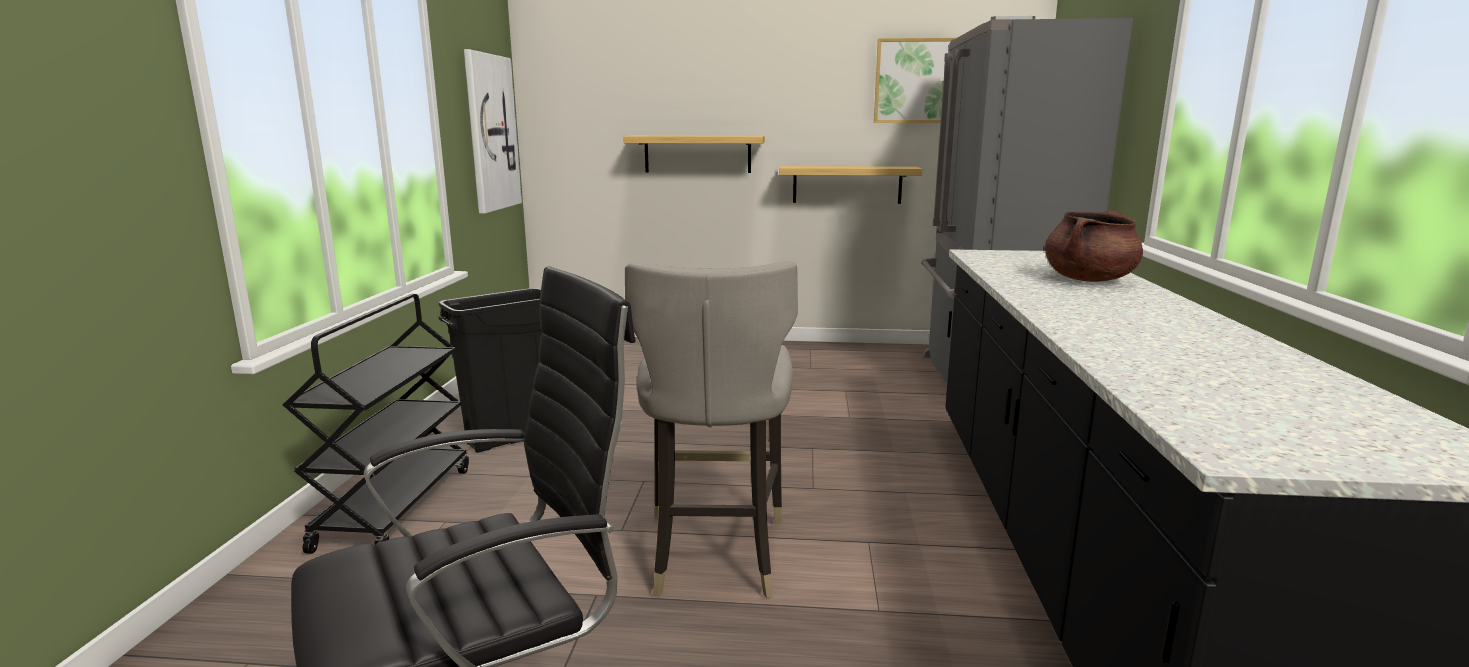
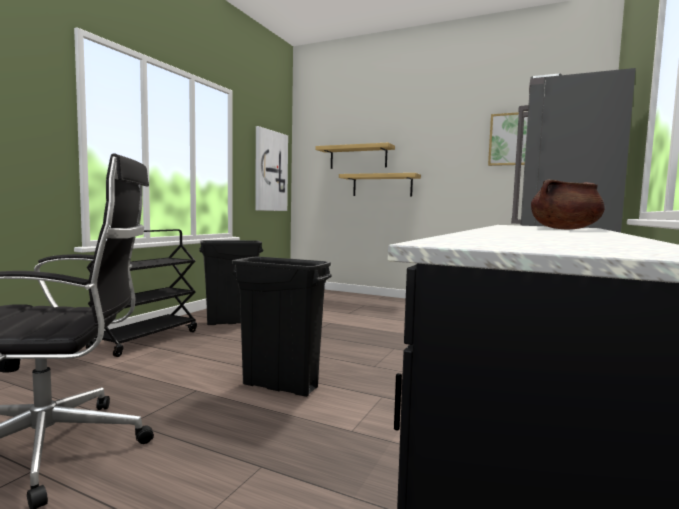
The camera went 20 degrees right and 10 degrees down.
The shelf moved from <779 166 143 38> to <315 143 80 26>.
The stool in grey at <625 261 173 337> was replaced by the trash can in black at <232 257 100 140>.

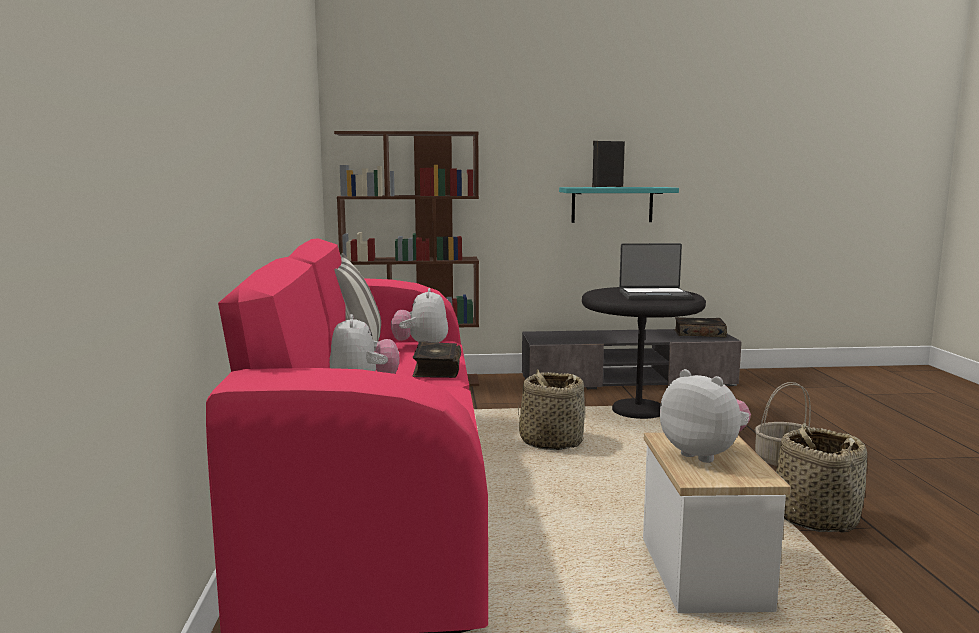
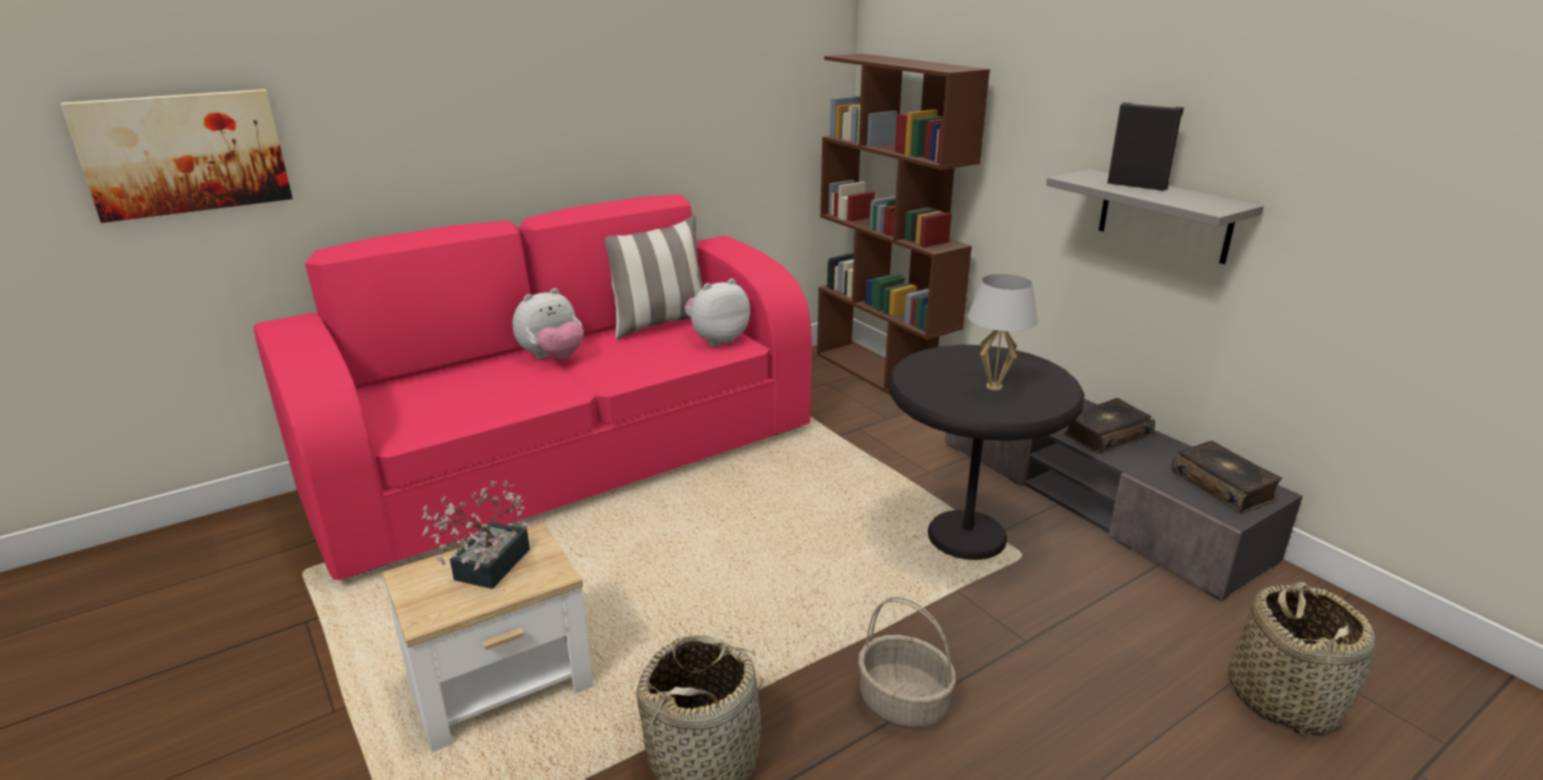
The camera went 60 degrees right and 15 degrees up.
The shelf in turquoise at <559 187 120 36> became the shelf in grey at <1046 169 218 95>.
The laptop at <619 243 73 57> was replaced by the table lamp in white at <968 274 70 117>.
The book moved from <413 341 48 37> to <1063 398 92 56>.
The basket moved from <518 369 67 81> to <1228 582 147 154>.
The plush toy at <660 369 91 94> was replaced by the potted plant at <421 481 109 108>.
The picture at <61 89 232 134> appeared.

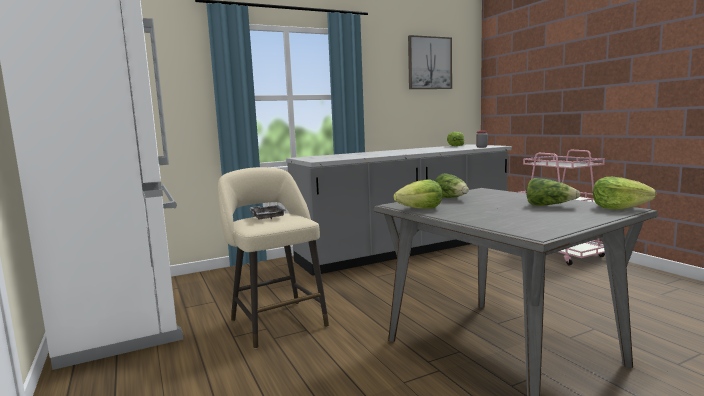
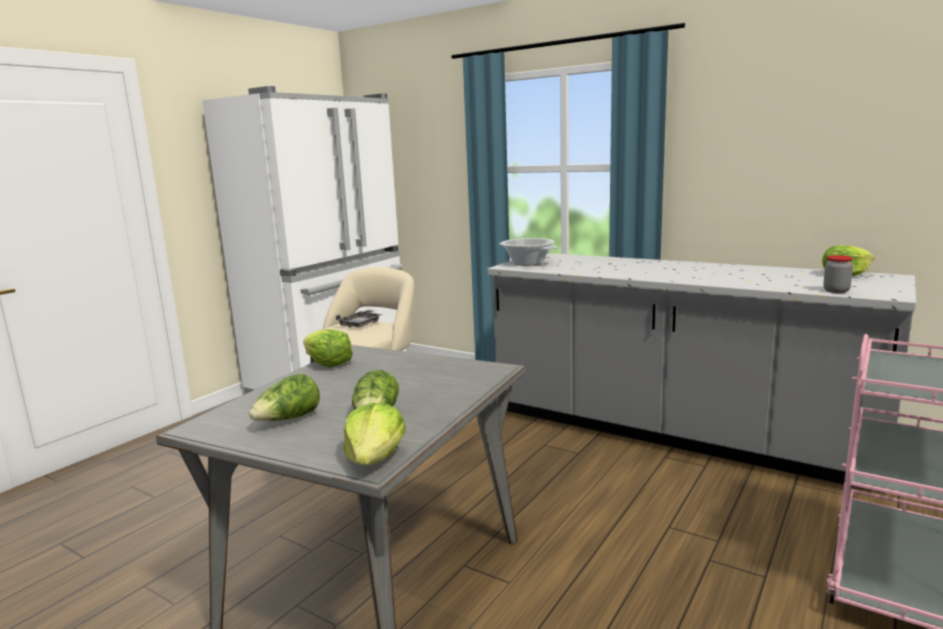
The camera went 60 degrees right and 5 degrees up.
The picture at <408 35 44 54> disappeared.
The lettuce moved from <435 174 34 24> to <249 373 71 48>.
The cooking pot at <499 238 59 28> appeared.

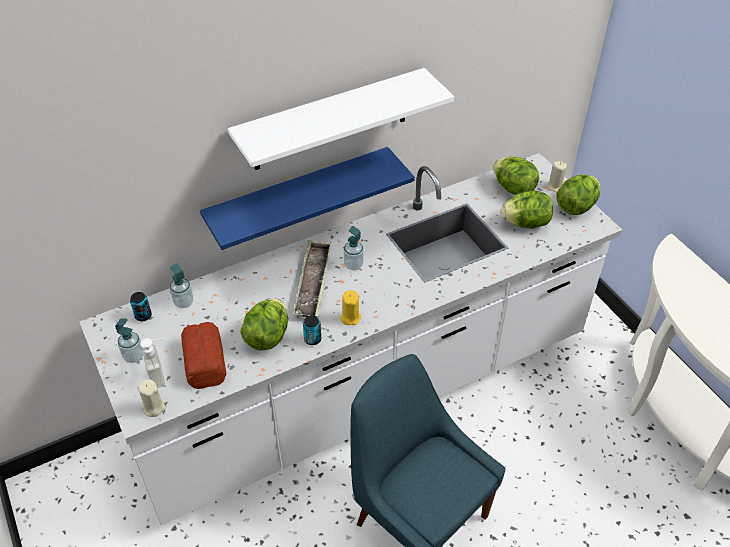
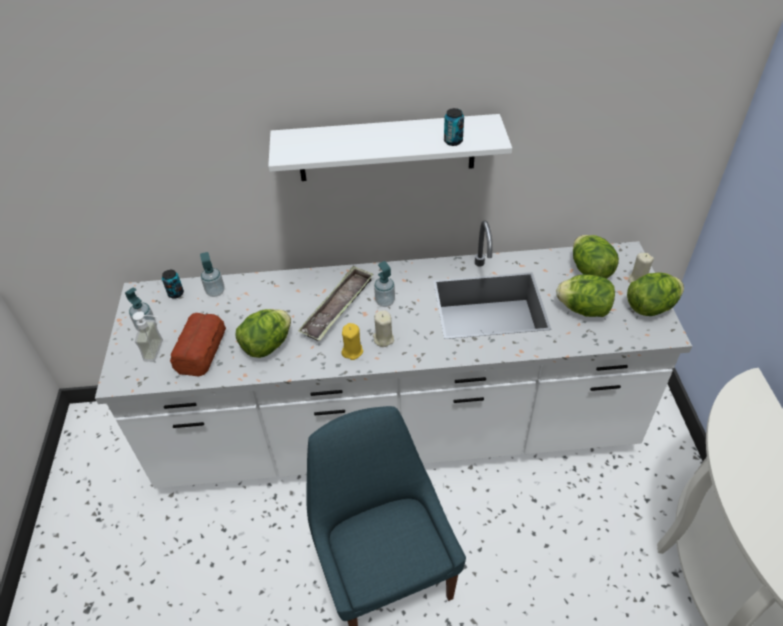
The camera went 25 degrees right and 0 degrees up.
The shelf in blue at <200 147 215 103> disappeared.
The can moved from <303 315 18 30> to <444 108 20 38>.
The candle in beige moved from <138 379 28 38> to <373 310 21 37>.

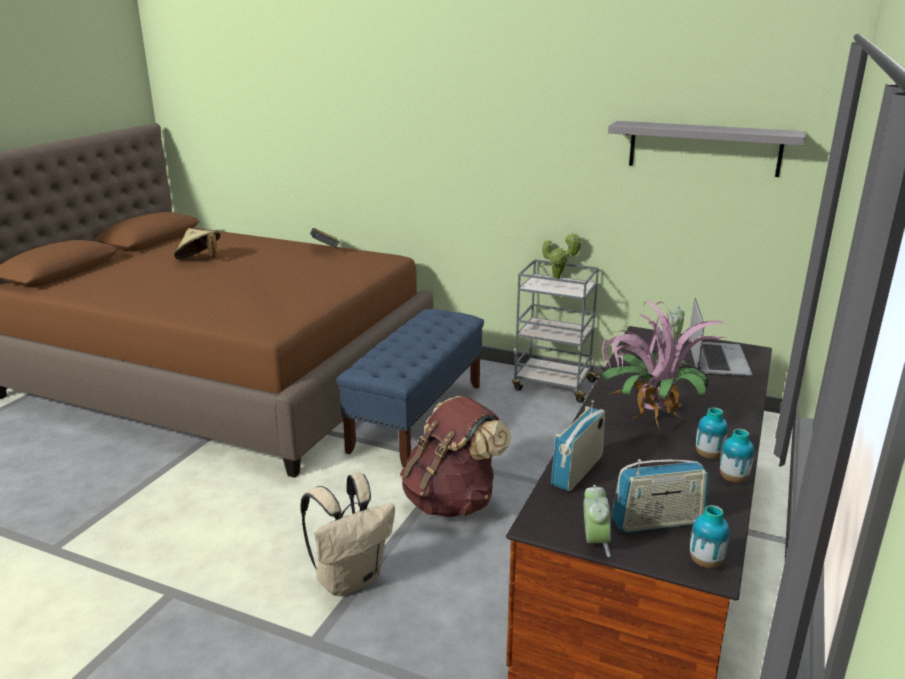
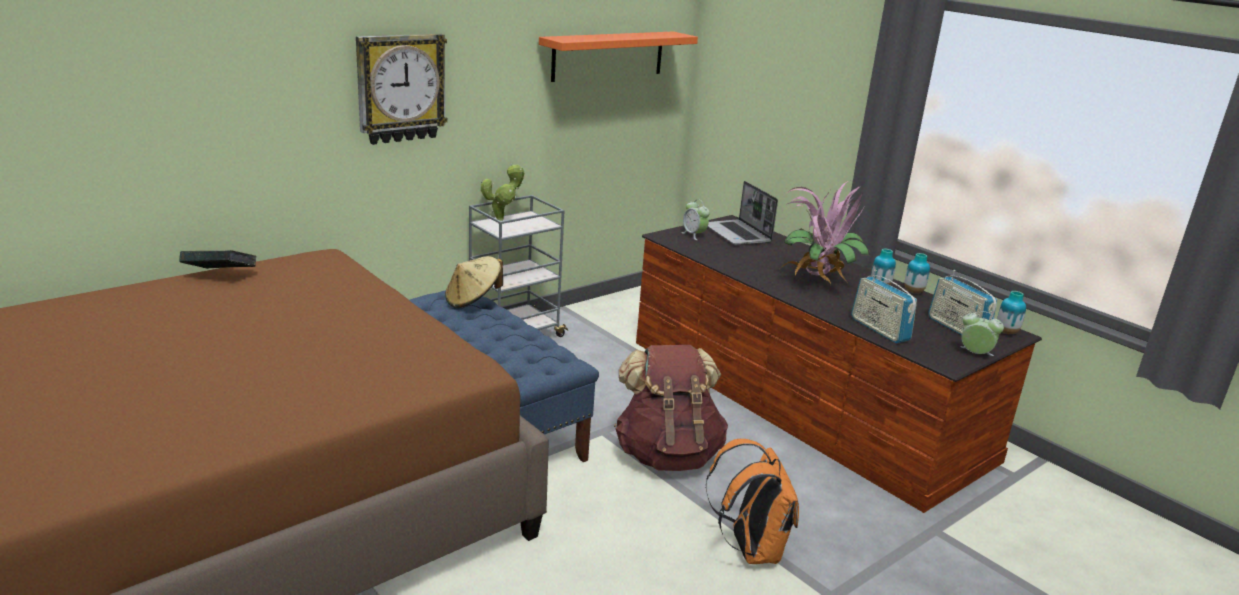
The camera went 65 degrees left and 0 degrees up.
The shelf in grey at <608 121 198 56> became the shelf in orange at <539 31 159 51>.
The hat in beige moved from <174 228 47 31> to <445 256 58 52>.
The laptop at <689 298 63 79> turned 150 degrees counterclockwise.
The radio at <611 459 98 74> turned 135 degrees clockwise.
The backpack in beige at <300 473 95 123> became the backpack in orange at <705 439 94 125>.
The wall clock at <356 34 92 111> appeared.

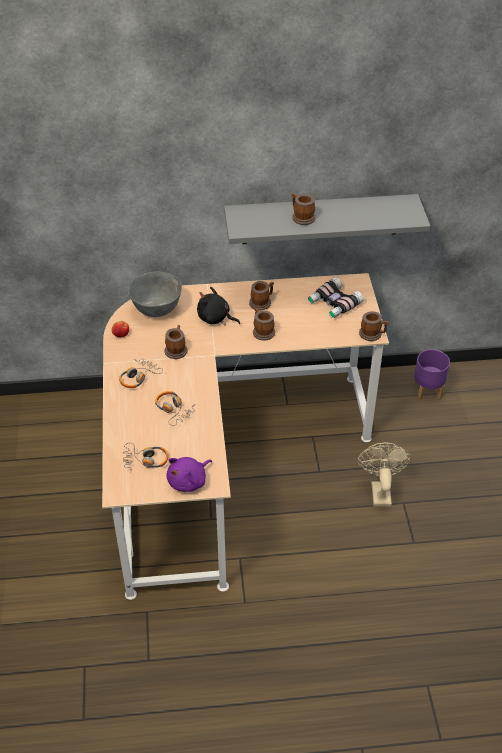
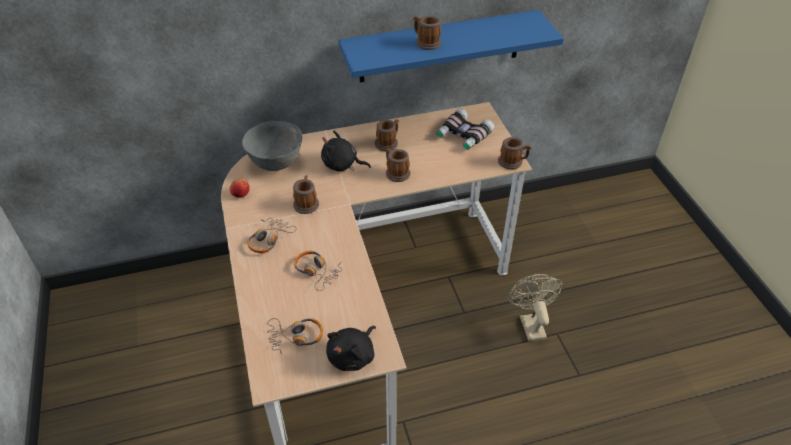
The camera went 10 degrees left and 0 degrees up.
The shelf in grey at <224 194 206 50> became the shelf in blue at <338 10 226 72>.
The planter in purple at <414 349 36 51> disappeared.
The plush toy in purple at <167 457 45 35> became the plush toy in black at <326 326 50 45>.

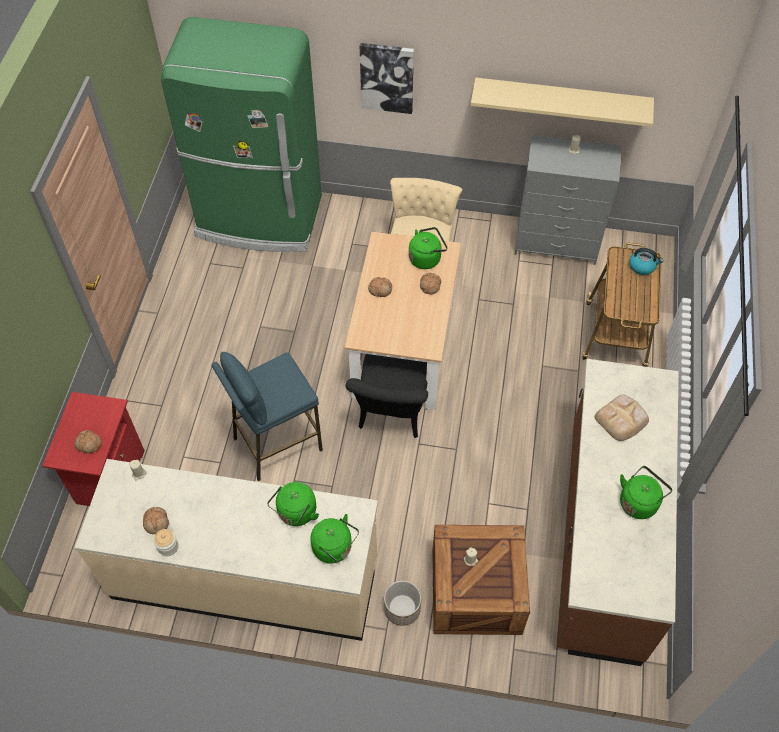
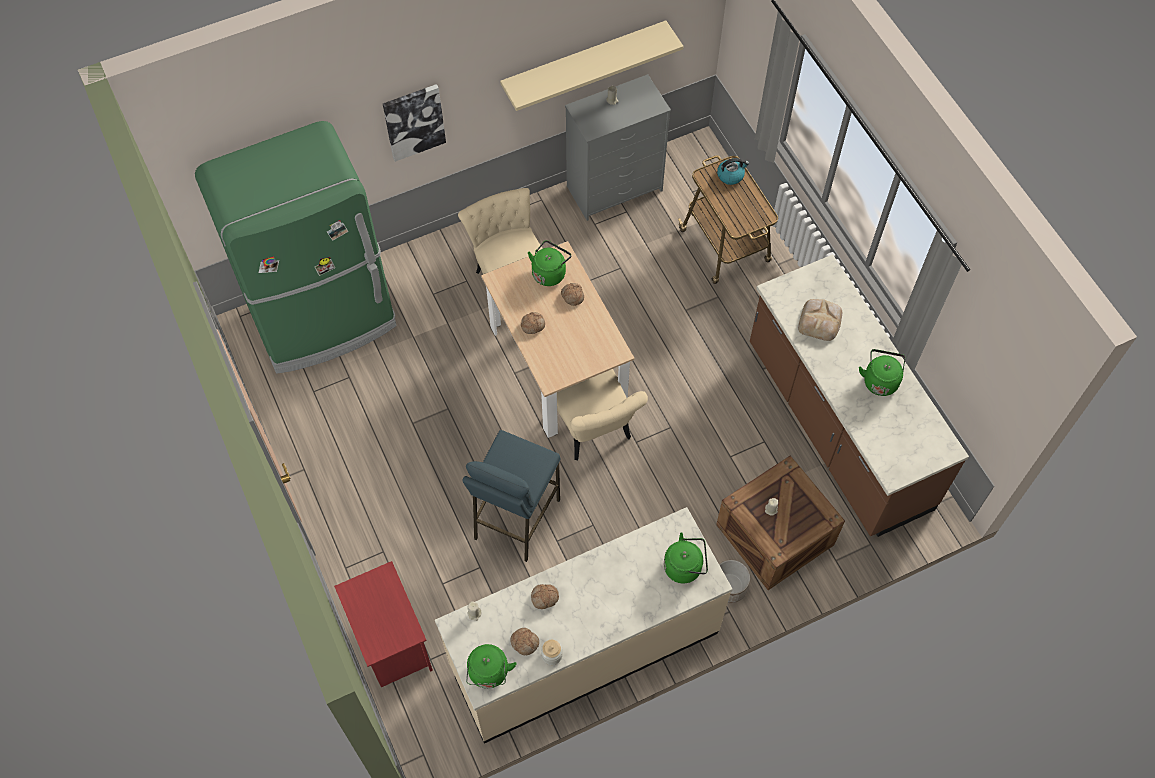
The camera went 35 degrees left and 5 degrees up.
The chair in black at <345 354 83 84> became the chair in beige at <557 369 91 91>.
The bread moved from <74 430 28 23> to <531 584 28 25>.
The kettle in green moved from <267 482 52 44> to <466 644 51 45>.

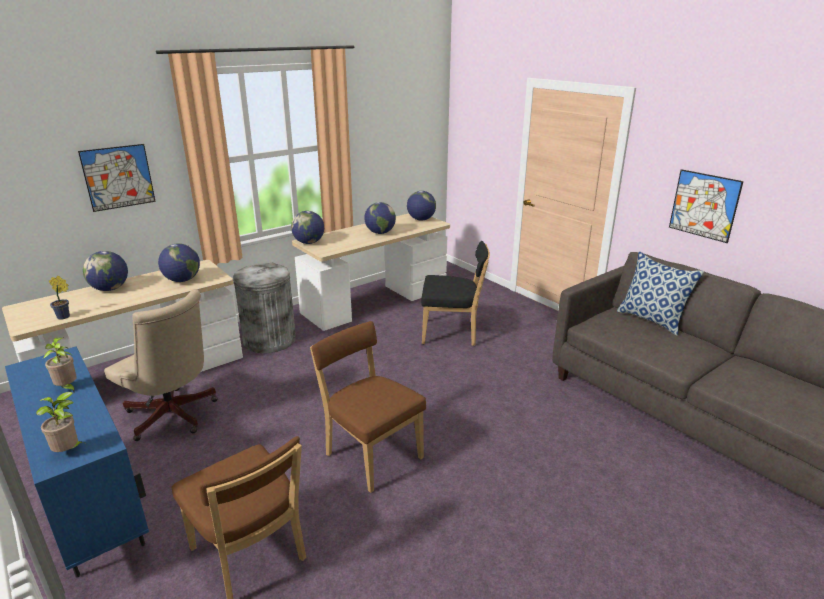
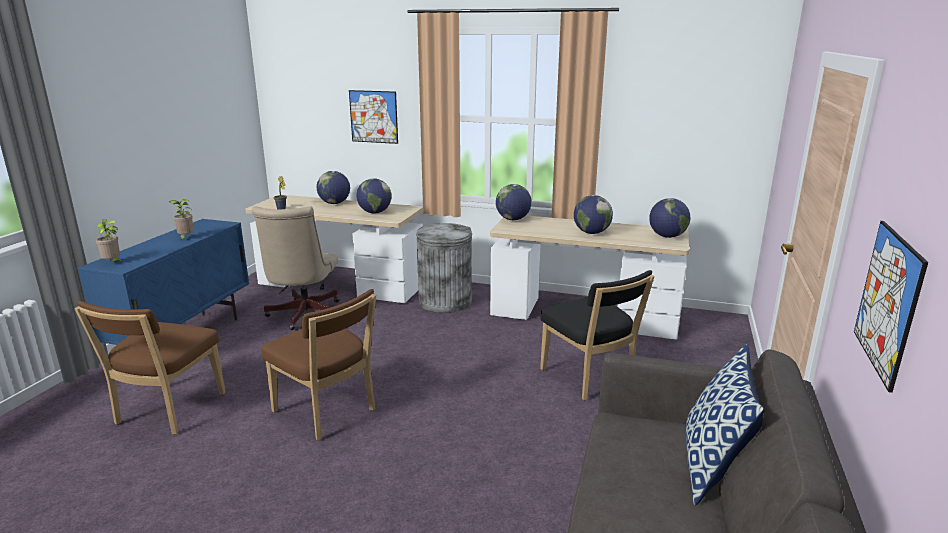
The camera went 55 degrees right and 5 degrees down.
The chair in brown at <310 321 116 172> turned 120 degrees clockwise.

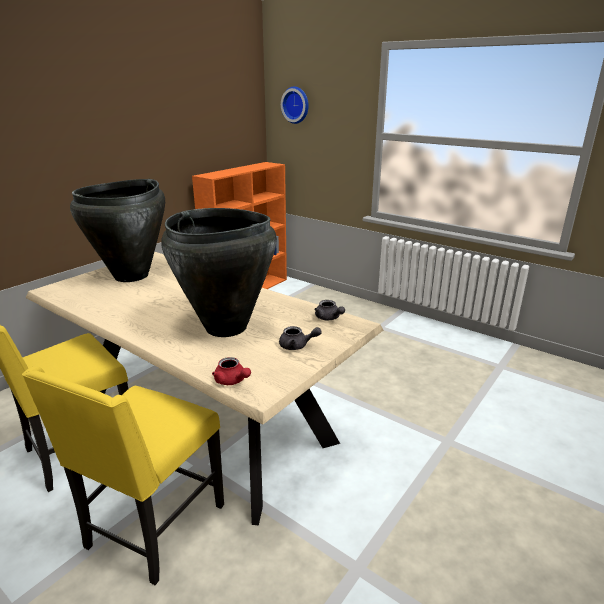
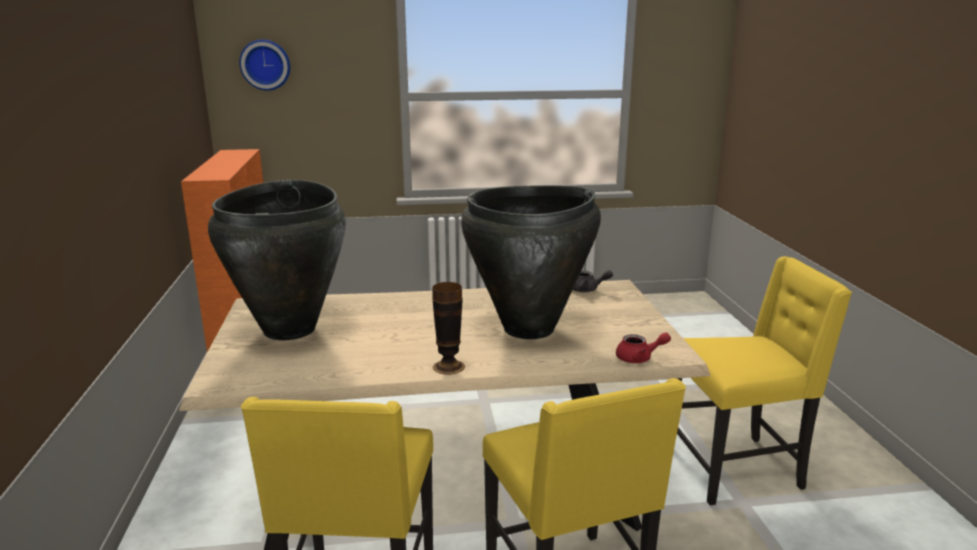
The camera went 45 degrees left and 5 degrees down.
The teapot in grey at <279 326 43 24> disappeared.
The chair in yellow at <677 256 175 249> appeared.
The vase at <432 282 33 93> appeared.

